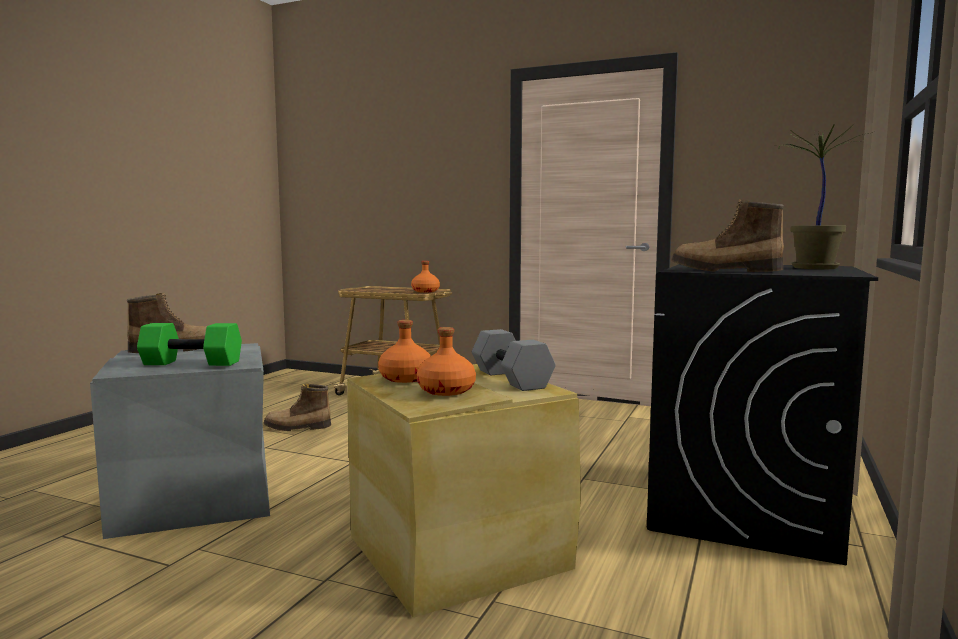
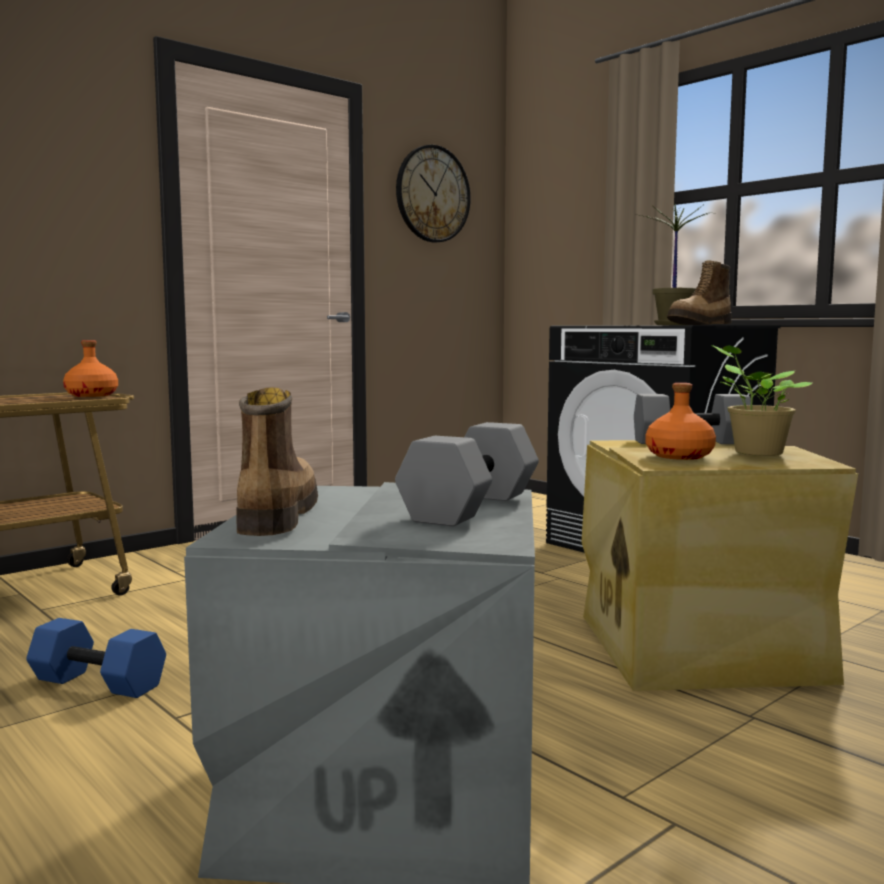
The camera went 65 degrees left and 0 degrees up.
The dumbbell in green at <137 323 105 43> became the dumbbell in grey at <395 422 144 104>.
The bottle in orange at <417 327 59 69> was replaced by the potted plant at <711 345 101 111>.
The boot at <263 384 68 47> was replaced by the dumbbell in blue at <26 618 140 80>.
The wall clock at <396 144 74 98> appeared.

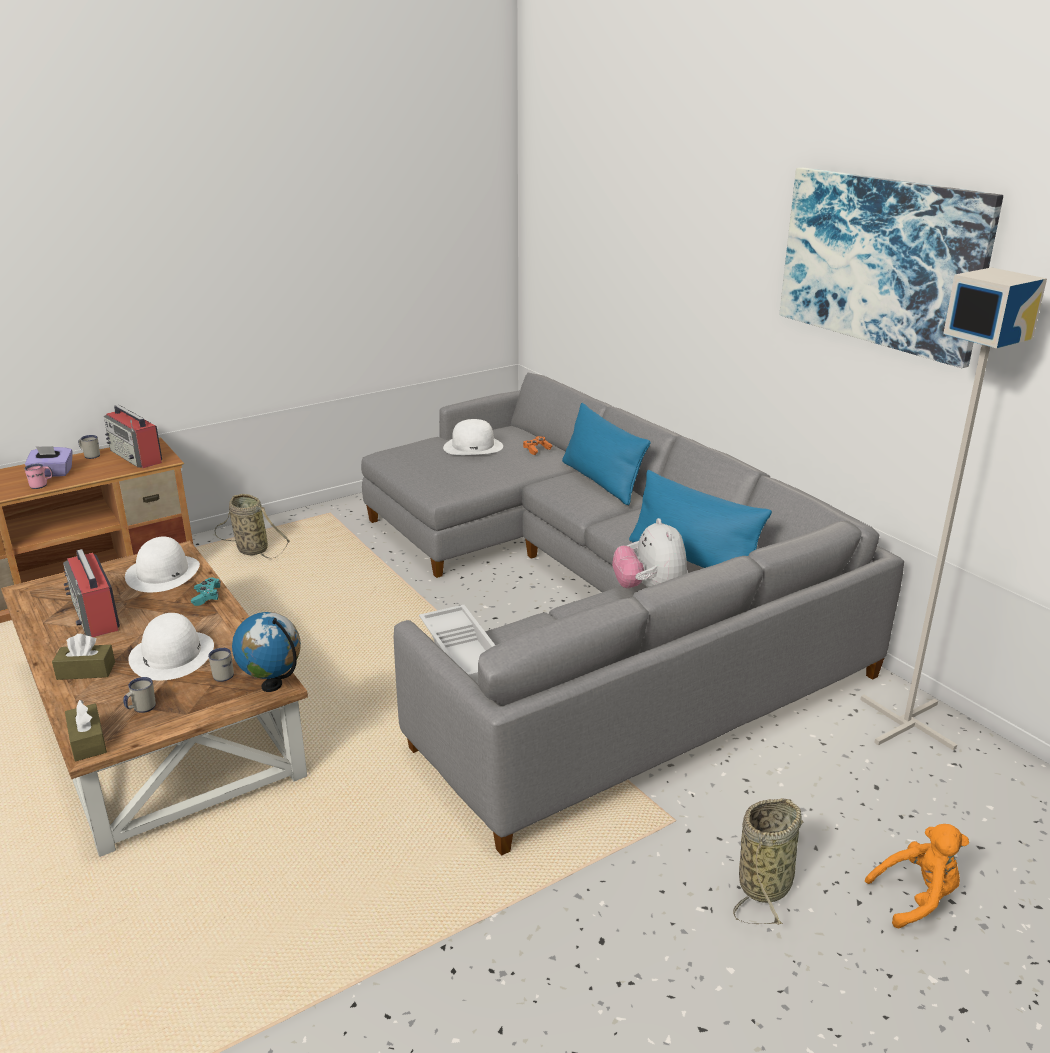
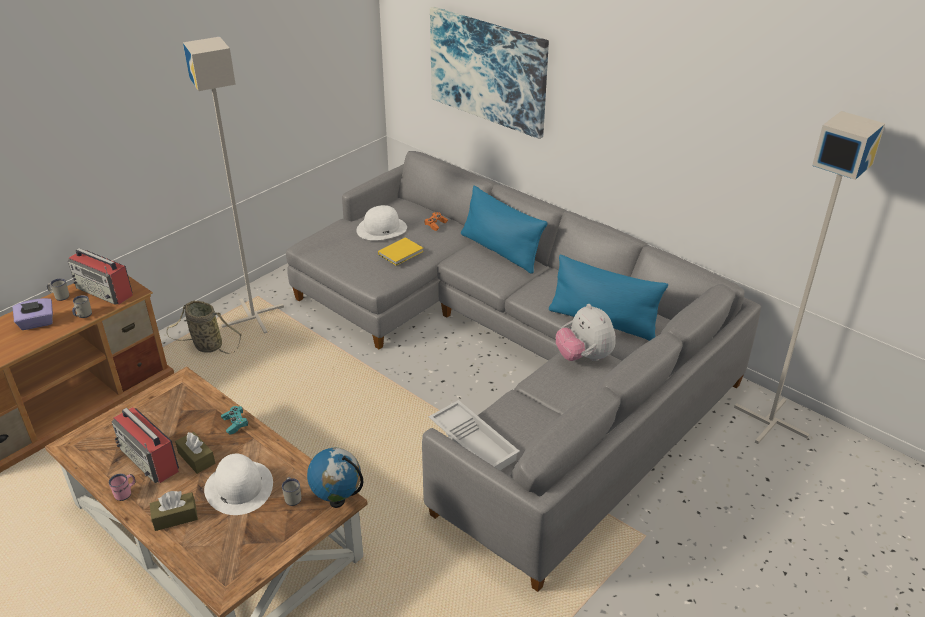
The camera went 15 degrees left and 10 degrees up.
The picture moved from <780 167 223 201> to <430 7 119 132>.
The mug in pink moved from <24 464 29 25> to <109 474 27 27>.
The hat in white at <125 536 75 56> disappeared.
The mug in white moved from <123 677 33 36> to <72 295 20 23>.
The tissue box in brown moved from <65 700 42 61> to <175 432 40 42>.
The basket at <733 798 70 127> disappeared.
The plush toy in orange at <865 824 104 104> disappeared.
The floor lamp in grey at <183 37 101 297> appeared.
The book in yellow at <378 237 46 29> appeared.

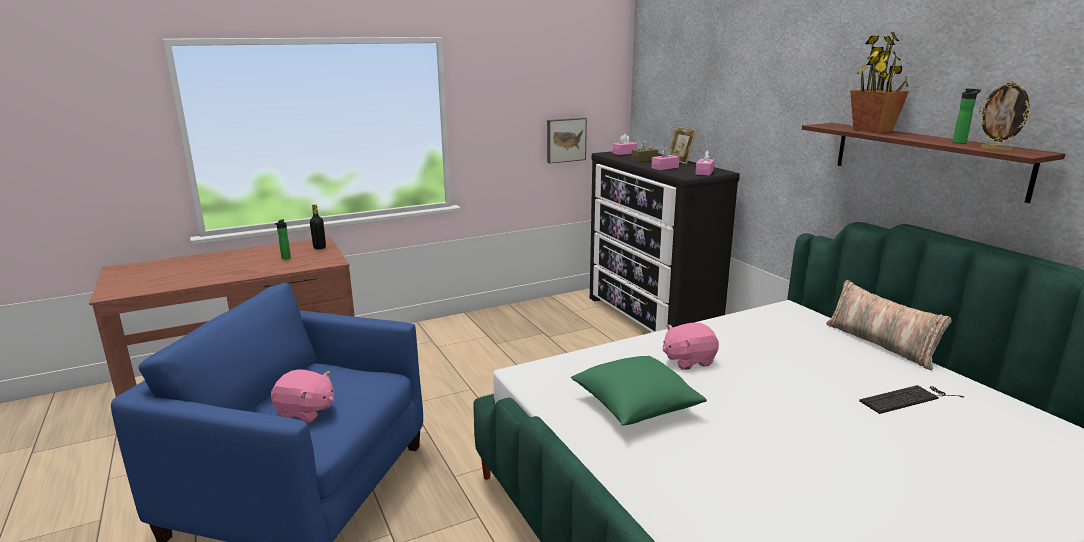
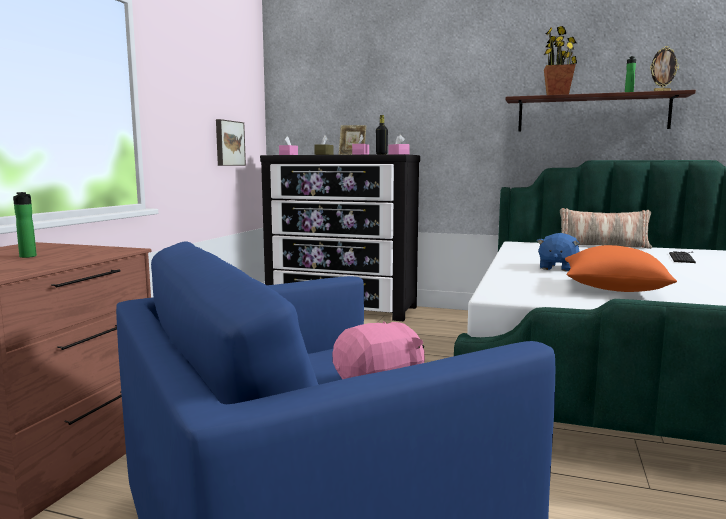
The camera went 45 degrees left and 10 degrees down.
The bottle in black moved from <310 204 16 45> to <376 115 12 40>.
The plush toy in pink at <662 323 57 47> became the plush toy in blue at <537 233 43 39>.
The pillow in green at <571 356 136 70> became the pillow in orange at <565 245 112 47>.

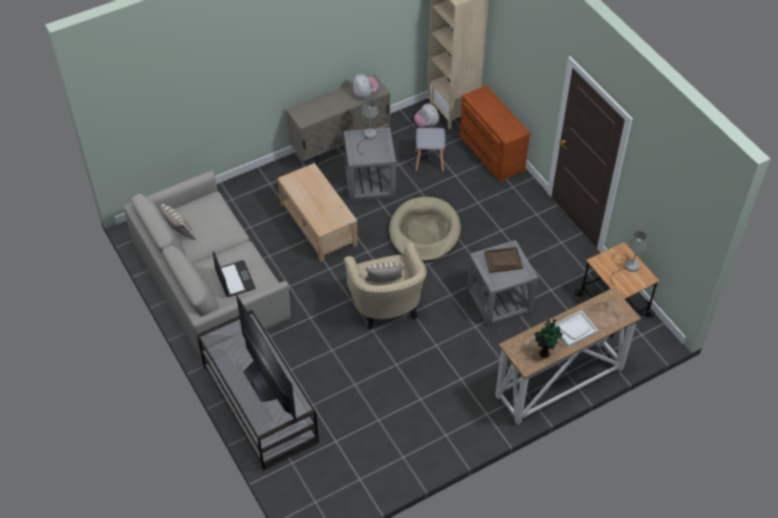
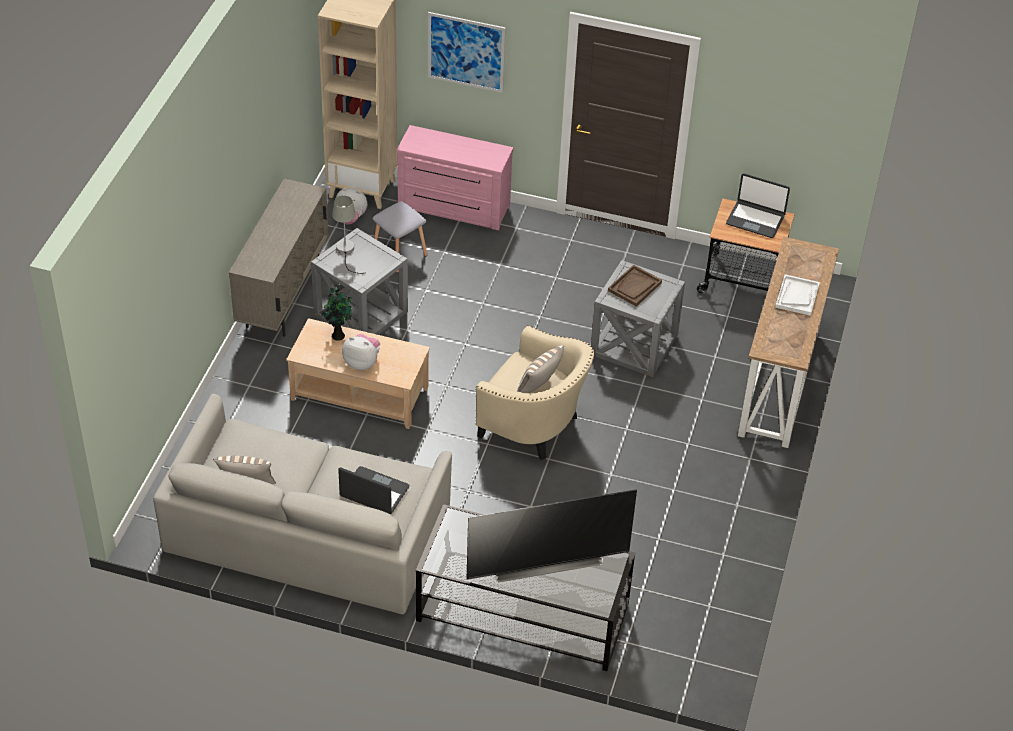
The camera went 45 degrees left and 5 degrees down.
The plush toy moved from <353 73 26 26> to <342 334 38 36>.
The dresser in brown at <460 85 71 97> became the dresser in pink at <397 125 116 105>.
The dog bed in beige at <389 197 72 65> disappeared.
The table lamp in grey at <611 231 36 55> was replaced by the laptop at <726 173 64 65>.
The television at <236 295 60 127> turned 150 degrees clockwise.
The potted plant moved from <534 319 29 39> to <321 285 30 56>.
The picture at <428 12 78 81> appeared.

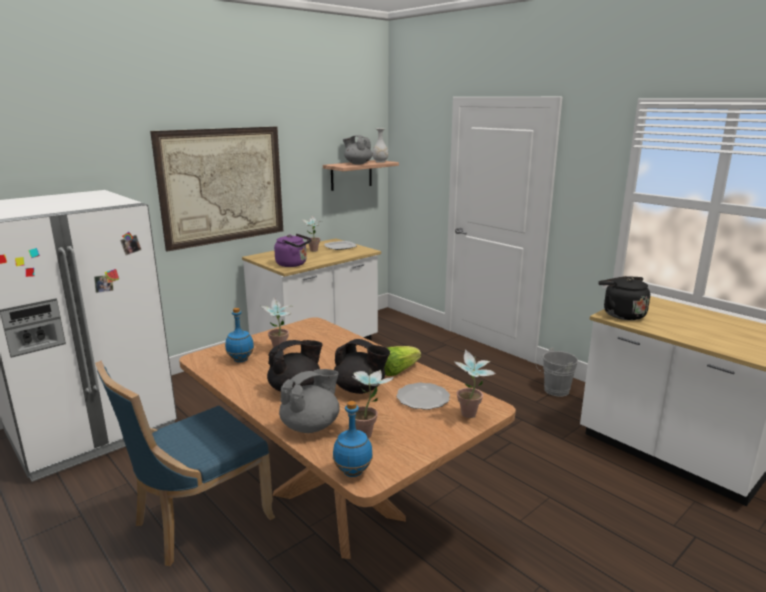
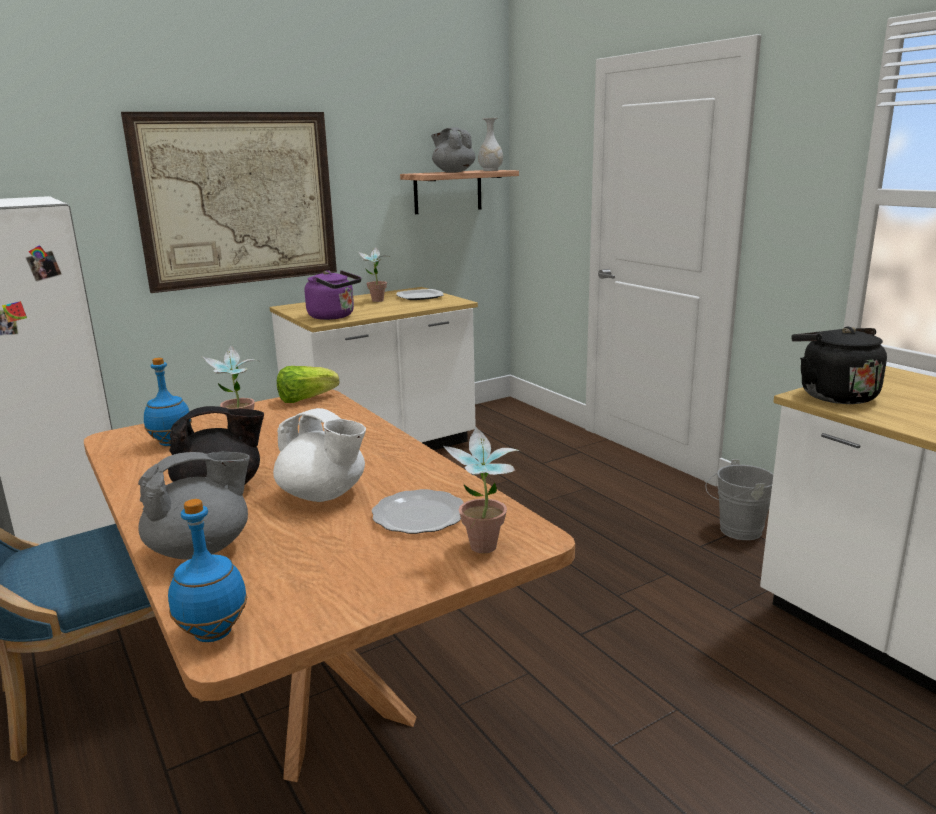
The camera went 10 degrees right and 0 degrees up.
The teapot in black at <334 339 56 55> became the teapot in white at <273 408 93 94>.
The lettuce moved from <384 346 37 30> to <277 366 62 37>.
The potted plant at <352 369 42 69> disappeared.

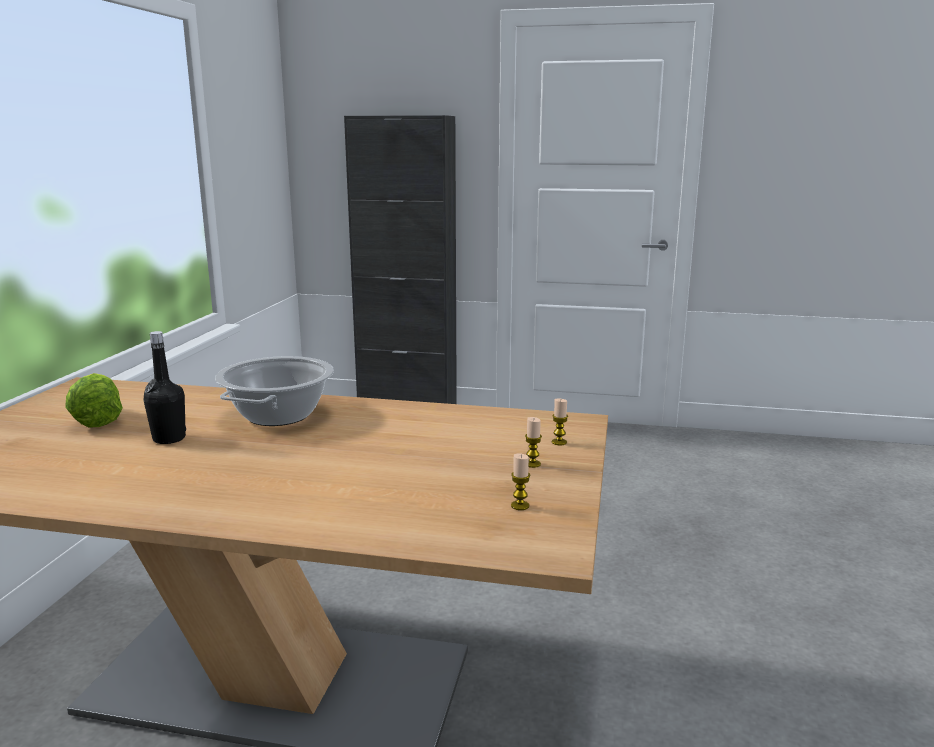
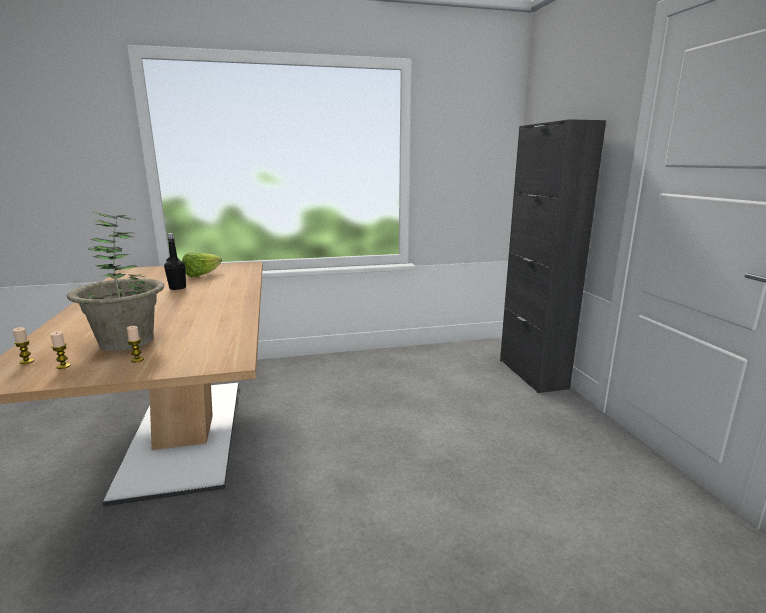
The camera went 65 degrees right and 0 degrees up.
The cooking pot at <215 356 119 70> disappeared.
The candle moved from <552 398 16 47> to <13 327 21 37>.
The potted plant at <67 211 97 140> appeared.

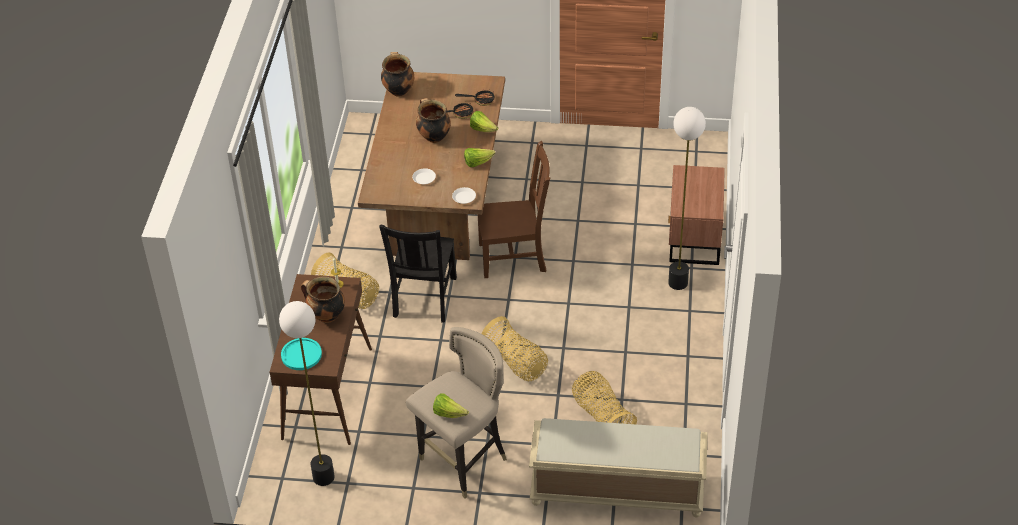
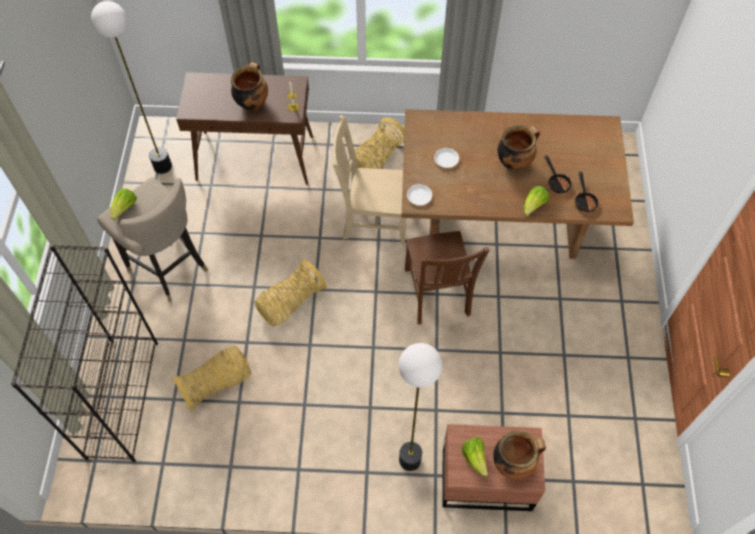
The camera went 85 degrees right and 15 degrees up.
The cooking pot moved from <381 52 33 45> to <493 431 53 48>.
The lettuce moved from <464 148 31 19> to <461 438 27 39>.
The chair in black at <379 224 78 99> became the chair in beige at <332 115 74 129>.
The plate in turquoise at <281 338 41 32> disappeared.
The bench in beige at <529 418 179 99> was replaced by the bookcase in black at <11 245 147 217>.

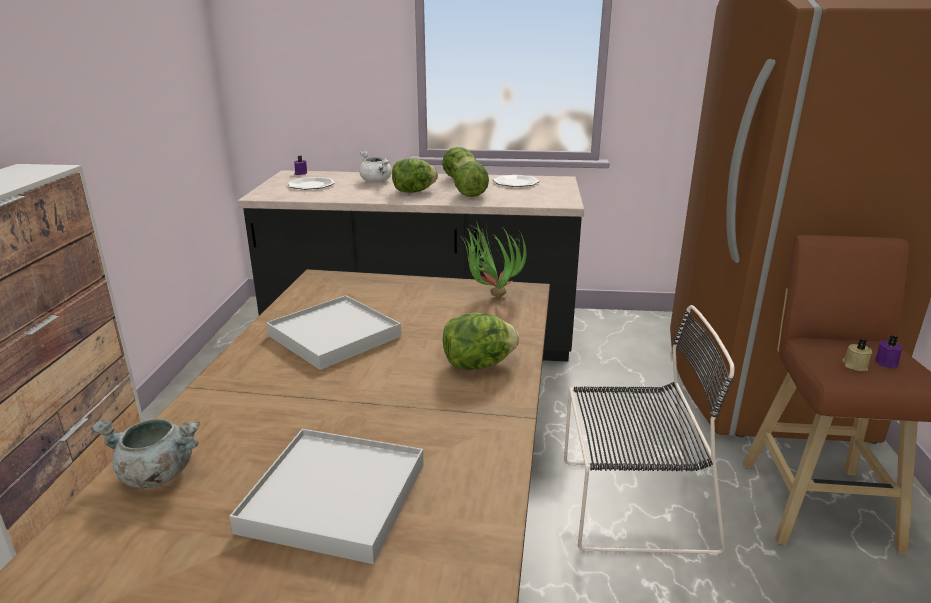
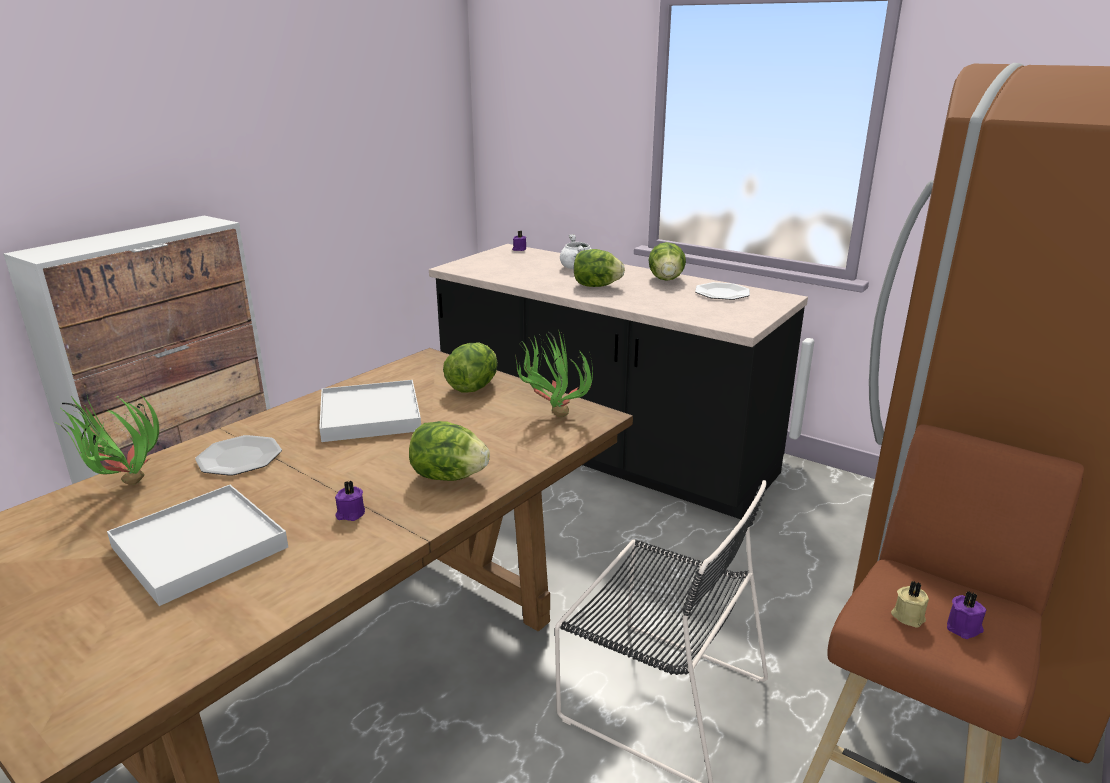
The camera went 30 degrees right and 0 degrees up.
The lettuce moved from <454 161 35 36> to <443 343 55 49>.
The plate moved from <288 177 47 13> to <195 435 87 41>.
The cooking pot in grey at <91 418 109 70> was replaced by the potted plant at <54 394 105 91>.
The candle in purple at <335 480 30 41> appeared.

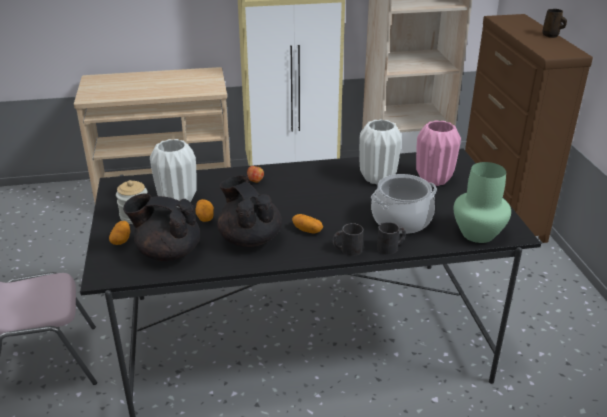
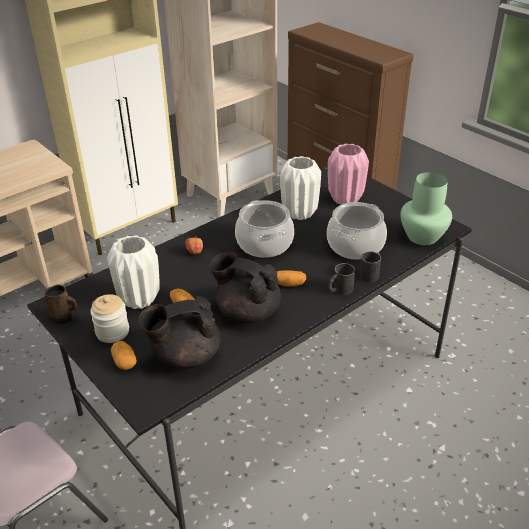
The camera went 30 degrees left and 5 degrees up.
The mug in brown moved from <542 9 25 29> to <45 285 32 39>.
The cooking pot at <235 200 59 58> appeared.

